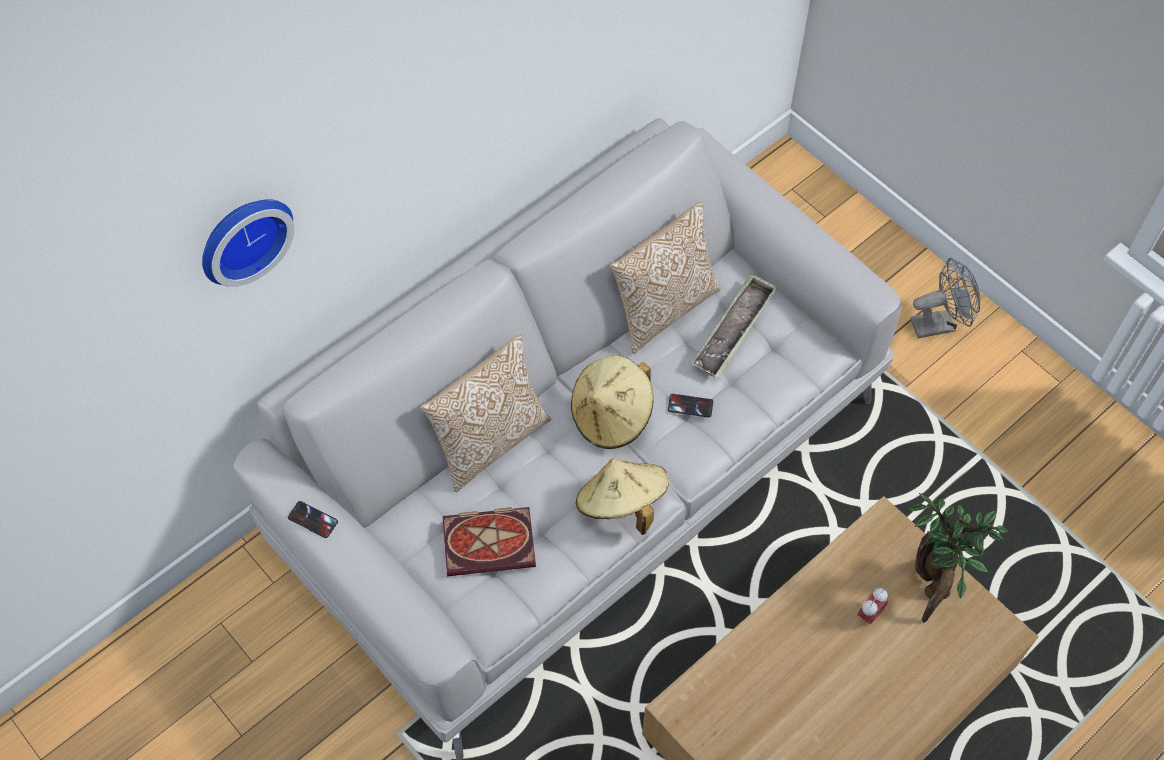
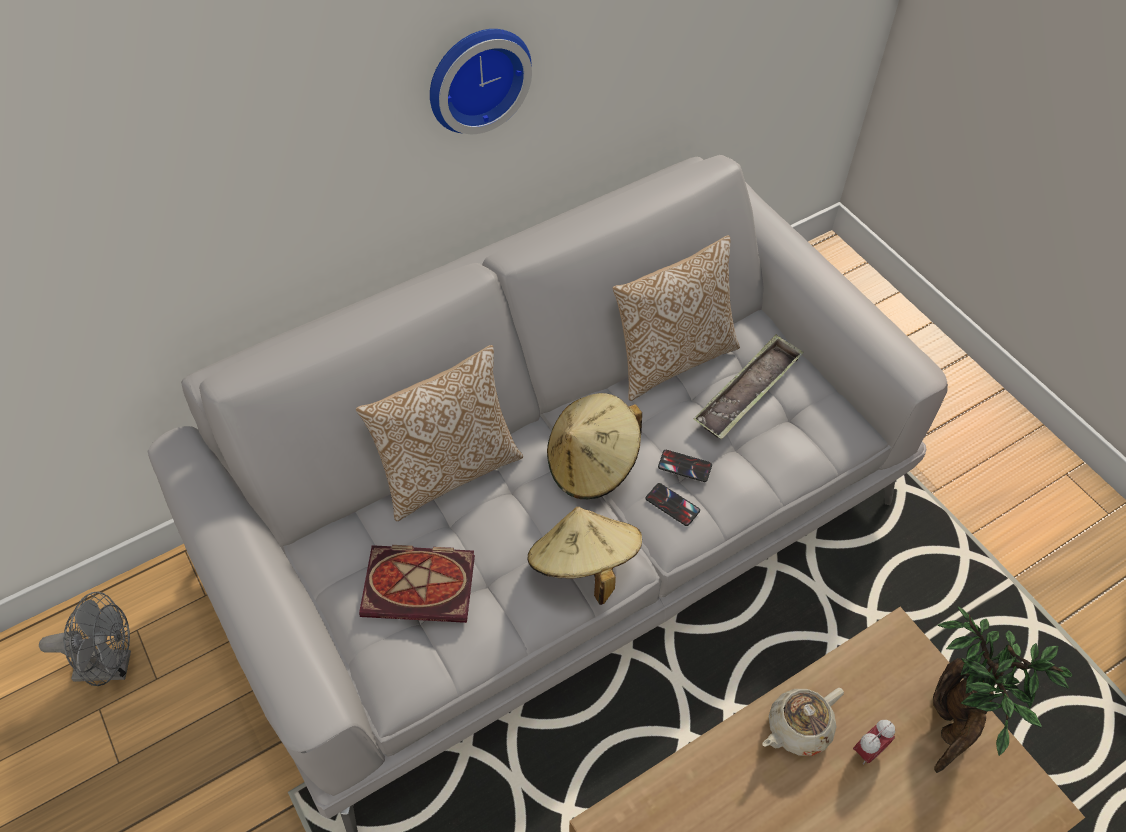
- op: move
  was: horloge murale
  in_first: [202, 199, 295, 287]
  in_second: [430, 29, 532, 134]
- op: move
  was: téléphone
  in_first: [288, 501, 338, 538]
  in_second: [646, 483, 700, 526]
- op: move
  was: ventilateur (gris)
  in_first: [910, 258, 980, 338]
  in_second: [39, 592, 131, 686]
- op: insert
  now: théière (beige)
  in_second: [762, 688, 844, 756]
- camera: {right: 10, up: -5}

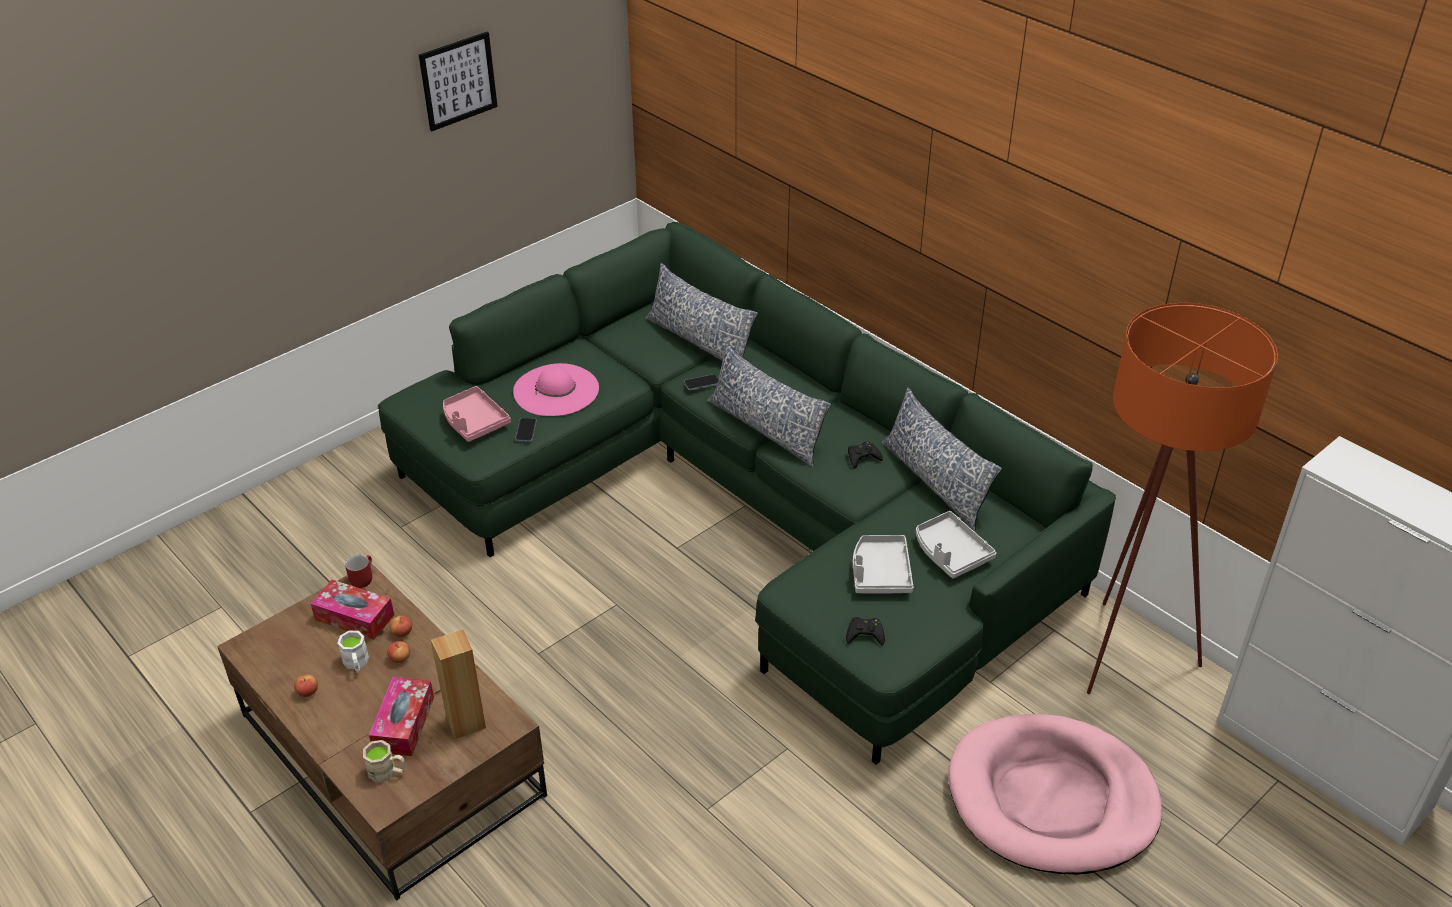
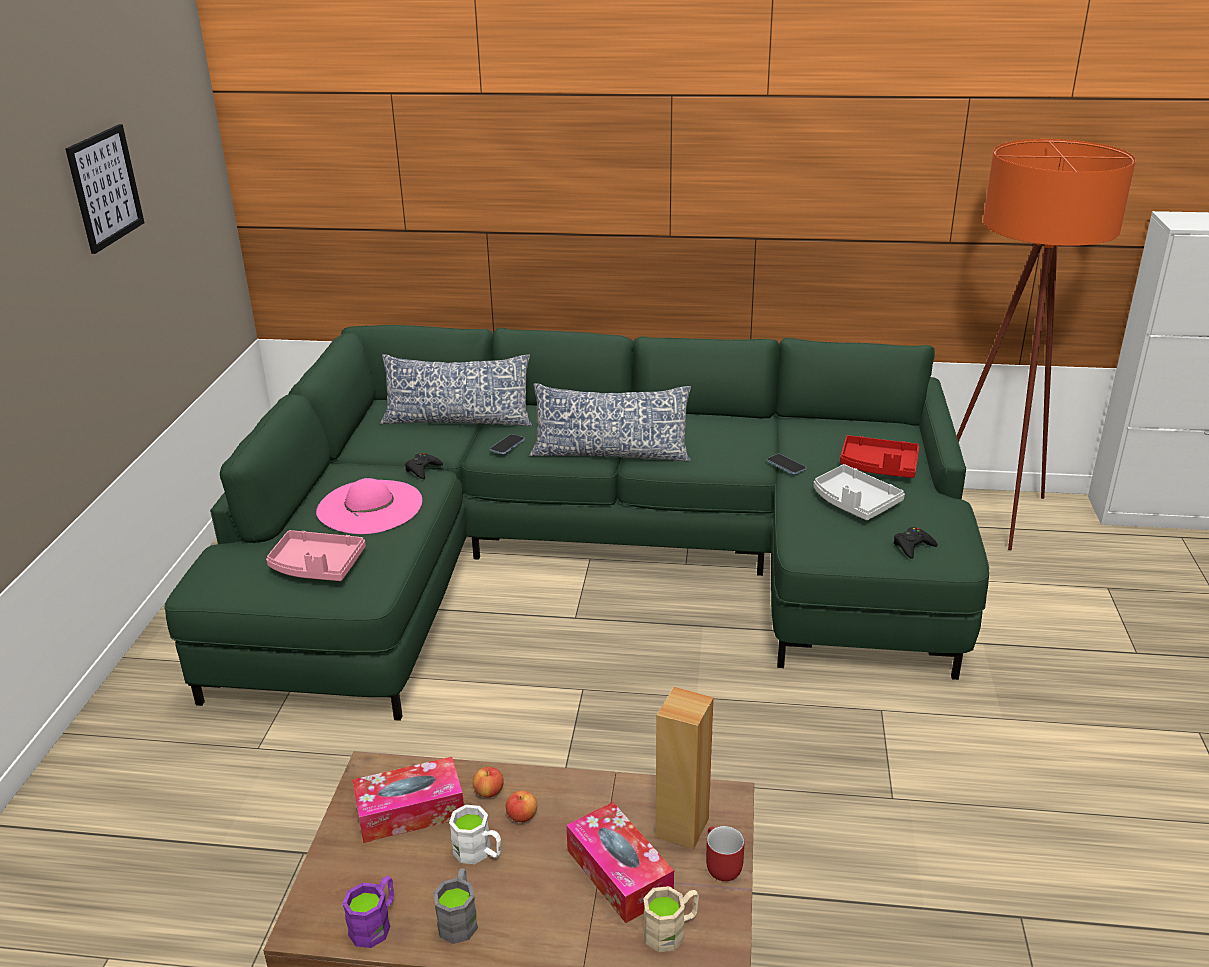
- op: replace
  was: pomme
  now: mug (gris)
  in_first: [294, 674, 318, 697]
  in_second: [433, 868, 478, 944]
- op: move
  was: mug (rouge)
  in_first: [345, 555, 372, 588]
  in_second: [706, 826, 745, 881]
- op: move
  was: téléphone
  in_first: [515, 418, 537, 442]
  in_second: [767, 454, 806, 475]
- op: move
  was: manette (noir)
  in_first: [848, 442, 883, 468]
  in_second: [405, 453, 443, 479]
- op: delete
  was: coussin
  in_first: [882, 387, 1002, 531]
- op: recolor
  was: plateau (gris)
  now: plateau (rouge)
  in_first: [916, 511, 996, 579]
  in_second: [840, 435, 919, 478]
- op: delete
  was: panier pour chien (rose)
  in_first: [949, 714, 1162, 875]
- op: insert
  now: mug (violet)
  in_second: [342, 876, 394, 948]
- camera: {right: -40, up: -10}

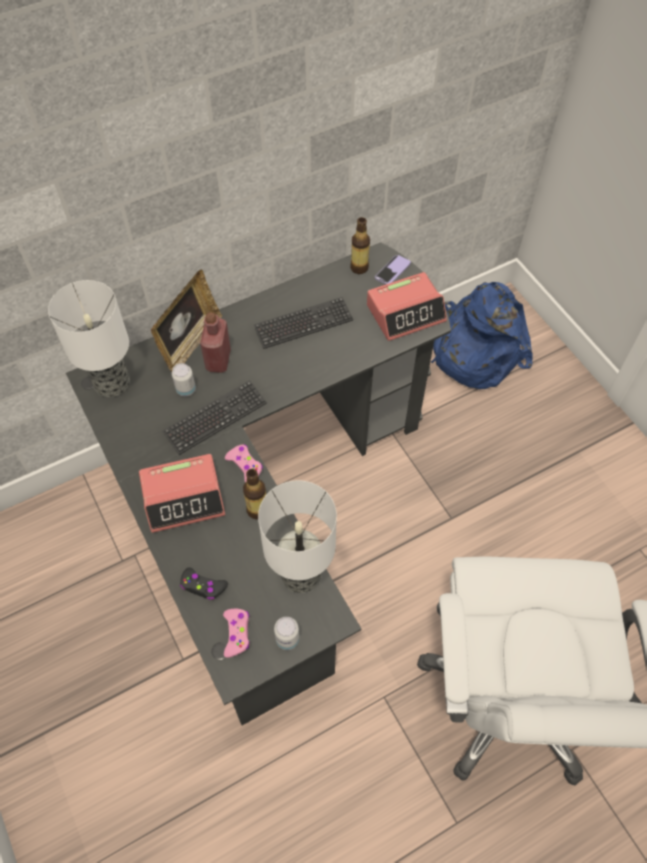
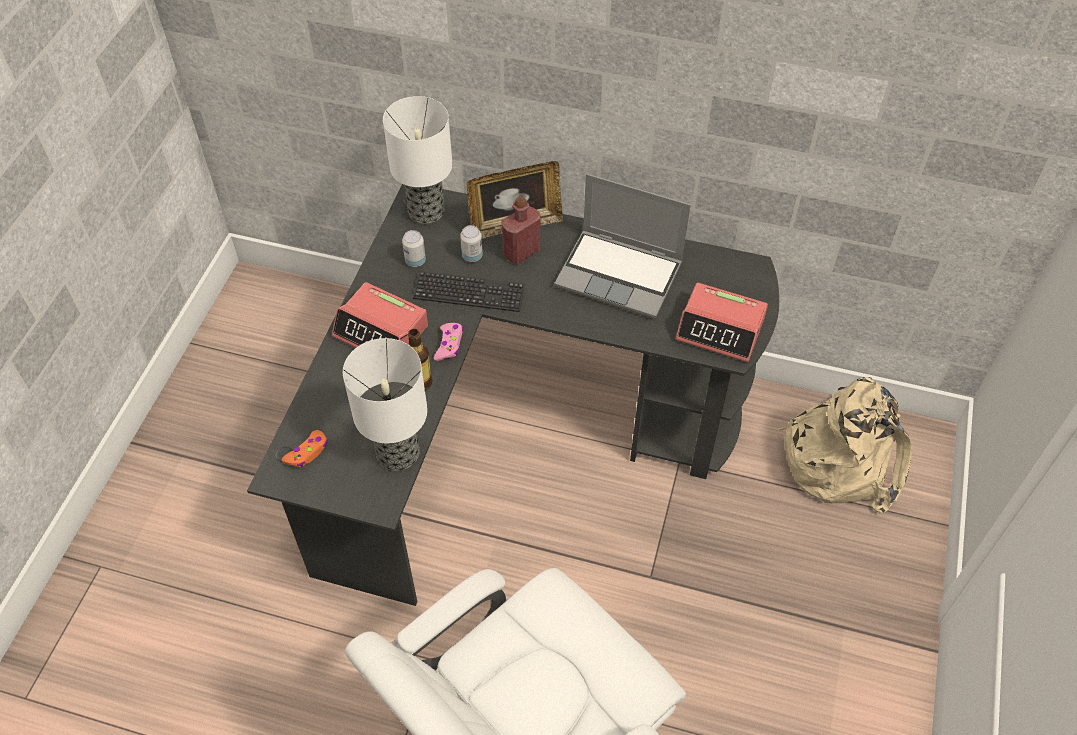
- op: delete
  was: manette (noir)
  in_first: [180, 567, 228, 600]
- op: recolor
  was: manette (rose)
  now: manette (orange)
  in_first: [223, 609, 250, 658]
  in_second: [282, 430, 328, 467]
- op: replace
  was: clavier
  now: ordinateur portable
  in_first: [254, 297, 353, 349]
  in_second: [554, 174, 691, 319]
- op: move
  was: boîte métallique
  in_first: [274, 617, 299, 650]
  in_second: [402, 230, 426, 267]
- op: delete
  was: bouteille
  in_first: [350, 217, 370, 274]
- op: delete
  was: téléphone
  in_first: [375, 255, 411, 284]
- op: recolor
  was: sac à dos (bleu)
  now: sac à dos (beige)
  in_first: [431, 282, 533, 389]
  in_second: [779, 377, 912, 514]
- camera: {right: 45, up: -5}

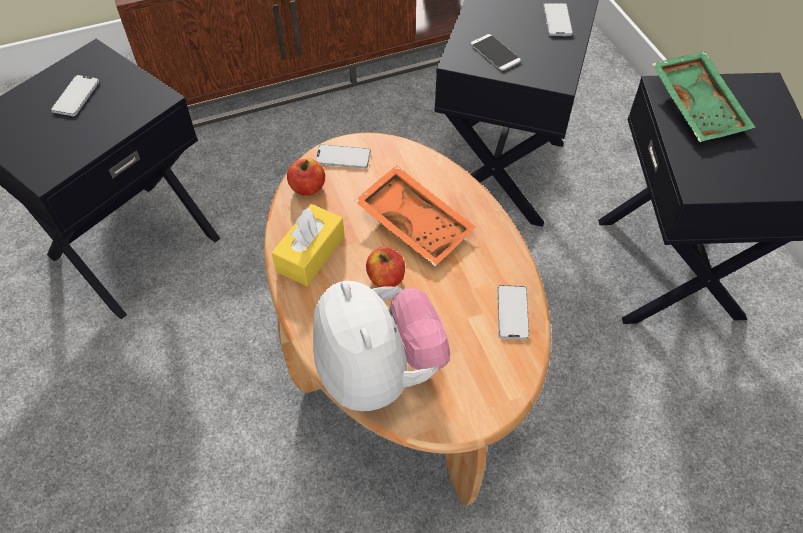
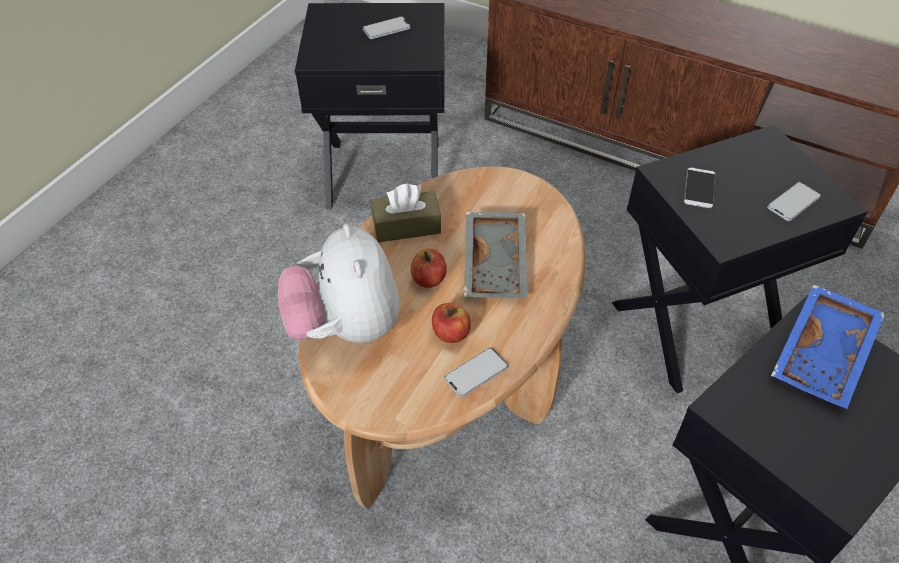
- op: recolor
  was: boîte à mouchoirs (jaune)
  now: boîte à mouchoirs (marron)
  in_first: [272, 204, 345, 286]
  in_second: [371, 184, 441, 242]
- op: move
  was: pomme
  in_first: [287, 159, 325, 196]
  in_second: [432, 303, 471, 343]
- op: rotate
  was: peluche
  in_first: [313, 281, 450, 411]
  in_second: [278, 224, 399, 343]
  clockwise: 135
- op: delete
  was: téléphone
  in_first: [316, 144, 371, 169]
- op: recolor
  was: plateau (orange)
  now: plateau (gris)
  in_first: [354, 165, 476, 266]
  in_second: [464, 212, 528, 298]
- op: recolor
  was: plateau (vert)
  now: plateau (bleu)
  in_first: [652, 51, 756, 142]
  in_second: [771, 284, 886, 409]
- camera: {right: 50, up: -5}

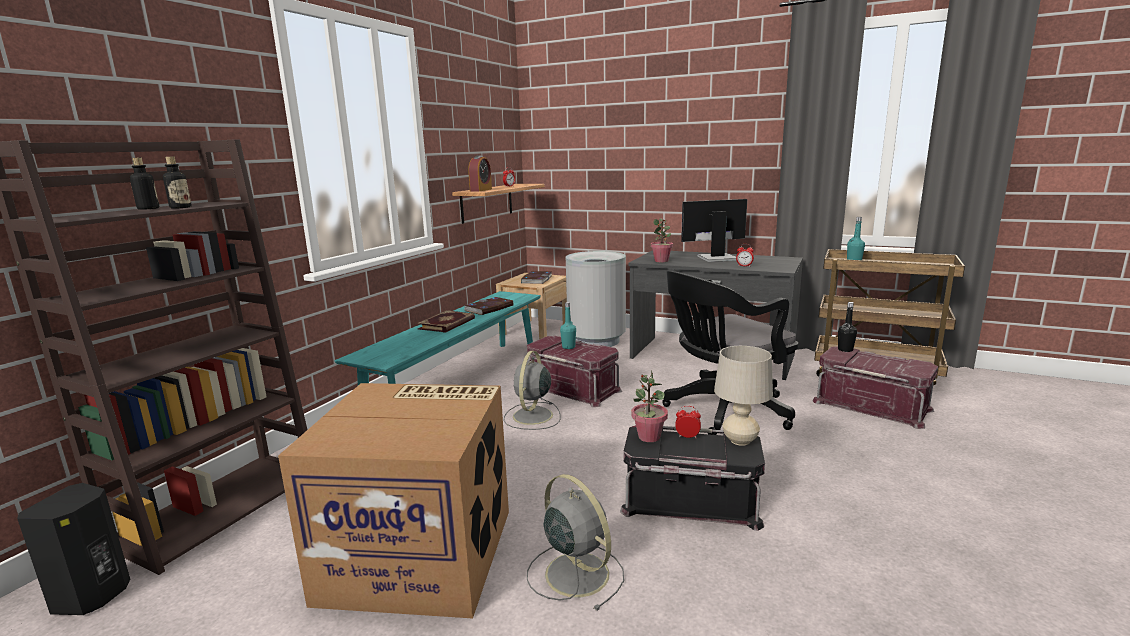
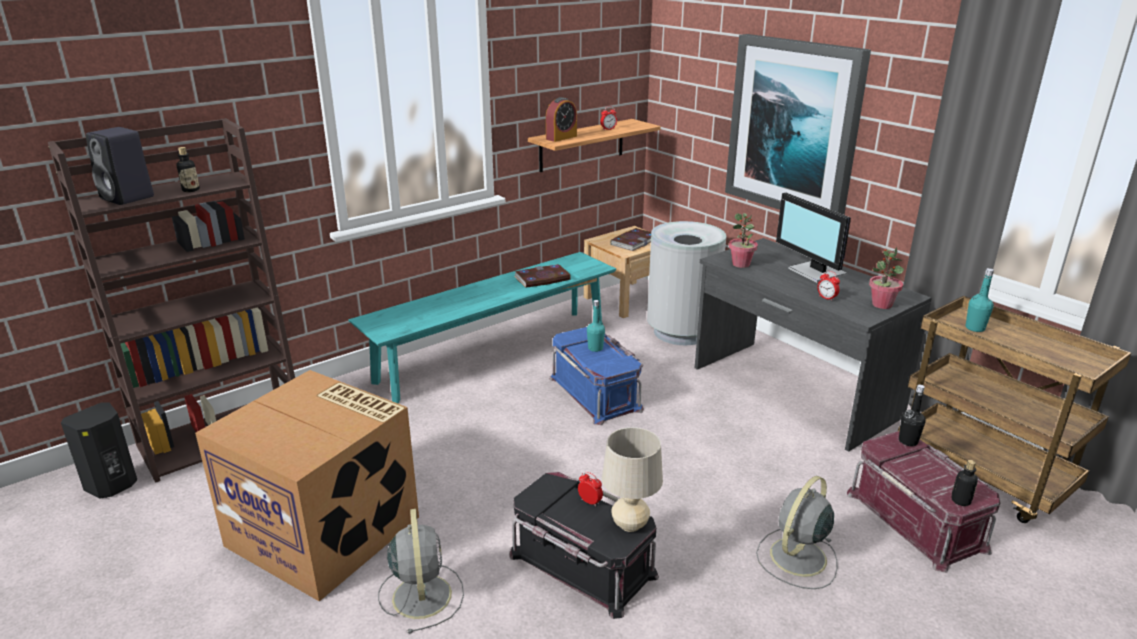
- op: move
  was: bouteille
  in_first: [130, 158, 159, 210]
  in_second: [951, 460, 978, 506]
- op: delete
  was: livre
  in_first: [417, 310, 475, 333]
- op: move
  was: ventilateur (gris)
  in_first: [503, 351, 561, 430]
  in_second: [756, 476, 837, 589]
- op: recolor
  was: boîte de rangement (rouge)
  now: boîte de rangement (bleu)
  in_first: [527, 336, 622, 407]
  in_second: [549, 327, 644, 425]
- op: move
  was: plante en pot
  in_first: [631, 370, 668, 442]
  in_second: [869, 247, 904, 309]
- op: delete
  was: chaise de bureau (noir)
  in_first: [662, 271, 798, 435]
- op: rotate
  was: écran d'ordinateur
  in_first: [681, 199, 747, 262]
  in_second: [776, 193, 851, 283]
  clockwise: -135
- op: insert
  now: enceinte (noir)
  in_second: [86, 127, 154, 205]
- op: insert
  now: tableau
  in_second: [725, 34, 871, 215]
- camera: {right: 25, up: 10}

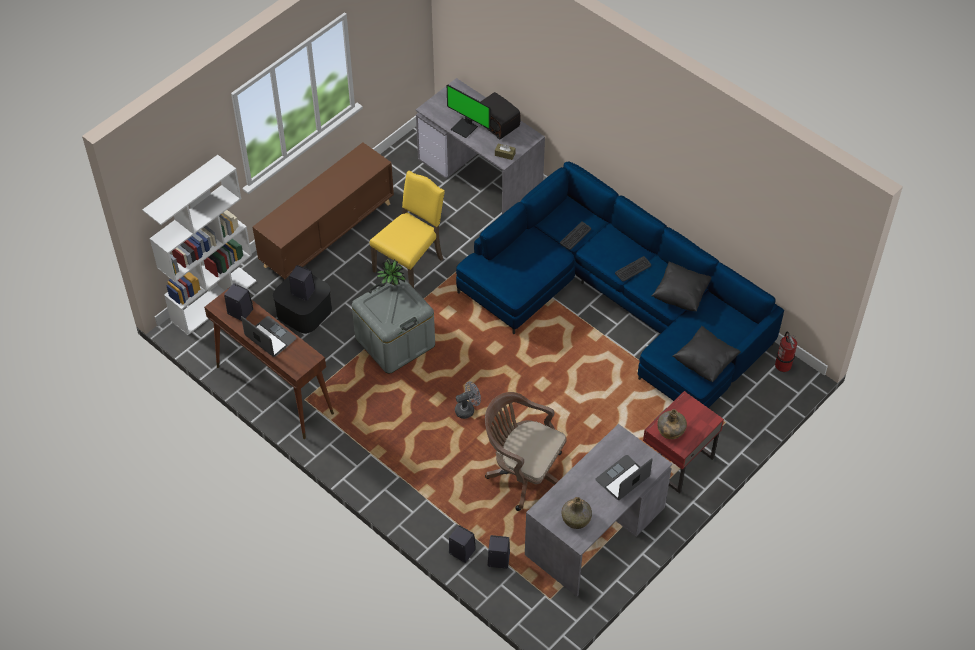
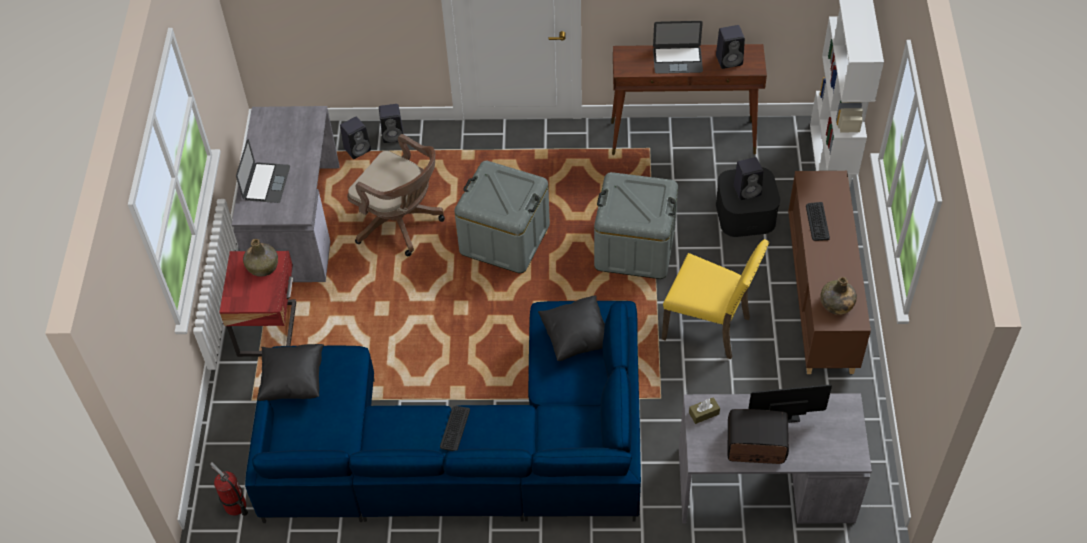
- op: rotate
  was: chaise (jaune)
  in_first: [370, 170, 445, 288]
  in_second: [662, 239, 769, 359]
  clockwise: -60
- op: delete
  was: plante en pot
  in_first: [377, 259, 405, 286]
- op: replace
  was: ventilateur (gris)
  now: boîte de rangement (gris)
  in_first: [455, 381, 481, 419]
  in_second: [454, 161, 550, 273]
- op: rotate
  was: chaise de bureau (marron)
  in_first: [485, 392, 567, 511]
  in_second: [347, 134, 445, 256]
  clockwise: 45
- op: move
  was: clavier
  in_first: [560, 221, 591, 250]
  in_second: [806, 202, 830, 241]
- op: move
  was: bouteille (vert)
  in_first: [561, 497, 592, 529]
  in_second: [820, 277, 857, 315]
- op: move
  was: coussin (noir)
  in_first: [651, 262, 711, 312]
  in_second: [538, 295, 605, 361]
- camera: {right: 140, up: 0}

